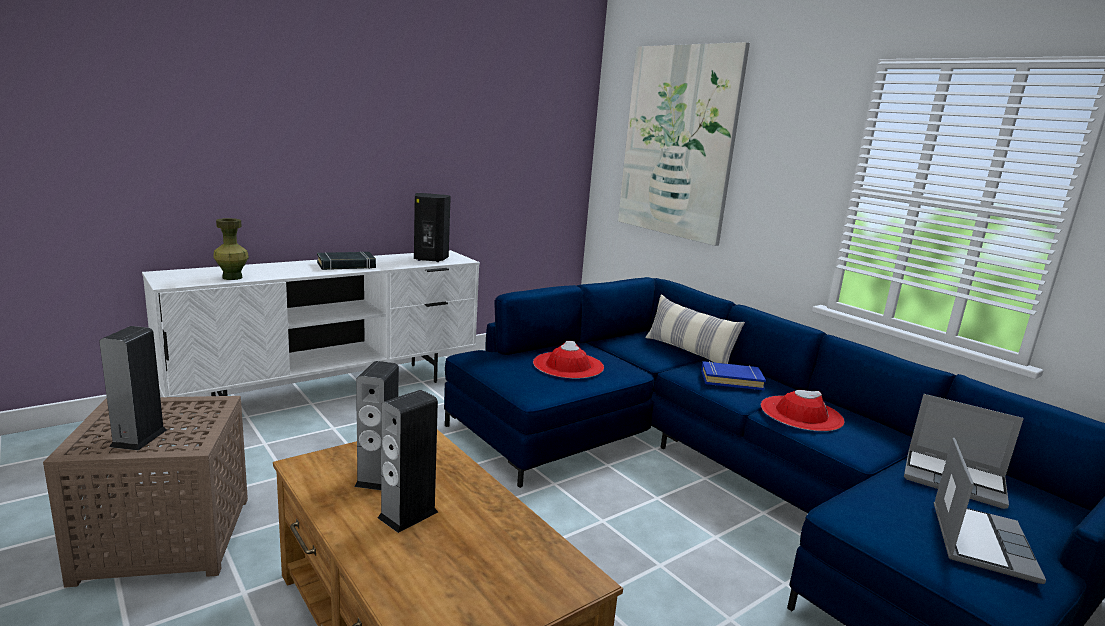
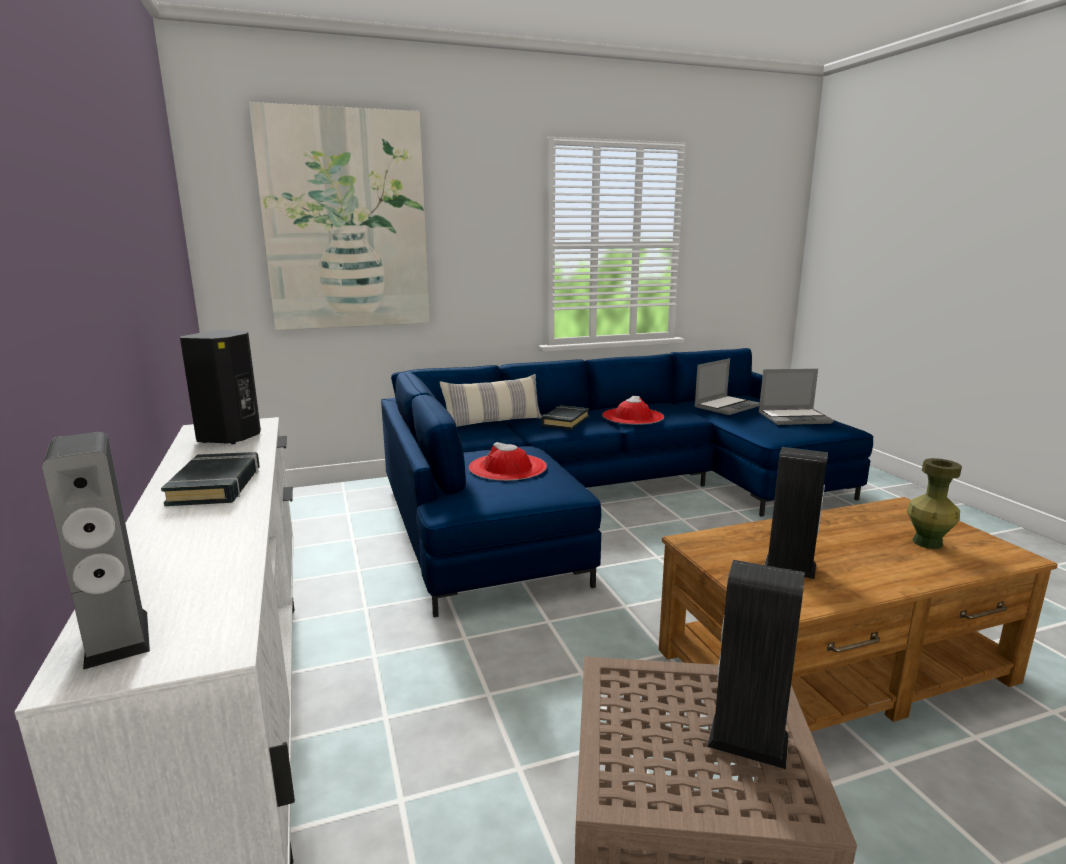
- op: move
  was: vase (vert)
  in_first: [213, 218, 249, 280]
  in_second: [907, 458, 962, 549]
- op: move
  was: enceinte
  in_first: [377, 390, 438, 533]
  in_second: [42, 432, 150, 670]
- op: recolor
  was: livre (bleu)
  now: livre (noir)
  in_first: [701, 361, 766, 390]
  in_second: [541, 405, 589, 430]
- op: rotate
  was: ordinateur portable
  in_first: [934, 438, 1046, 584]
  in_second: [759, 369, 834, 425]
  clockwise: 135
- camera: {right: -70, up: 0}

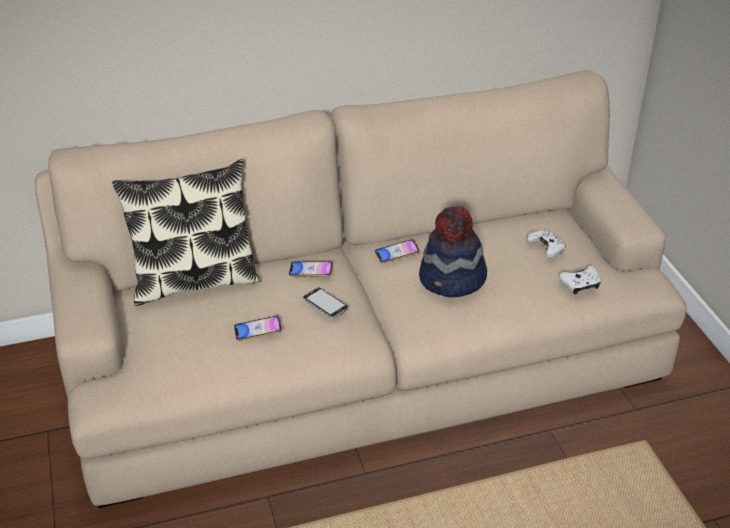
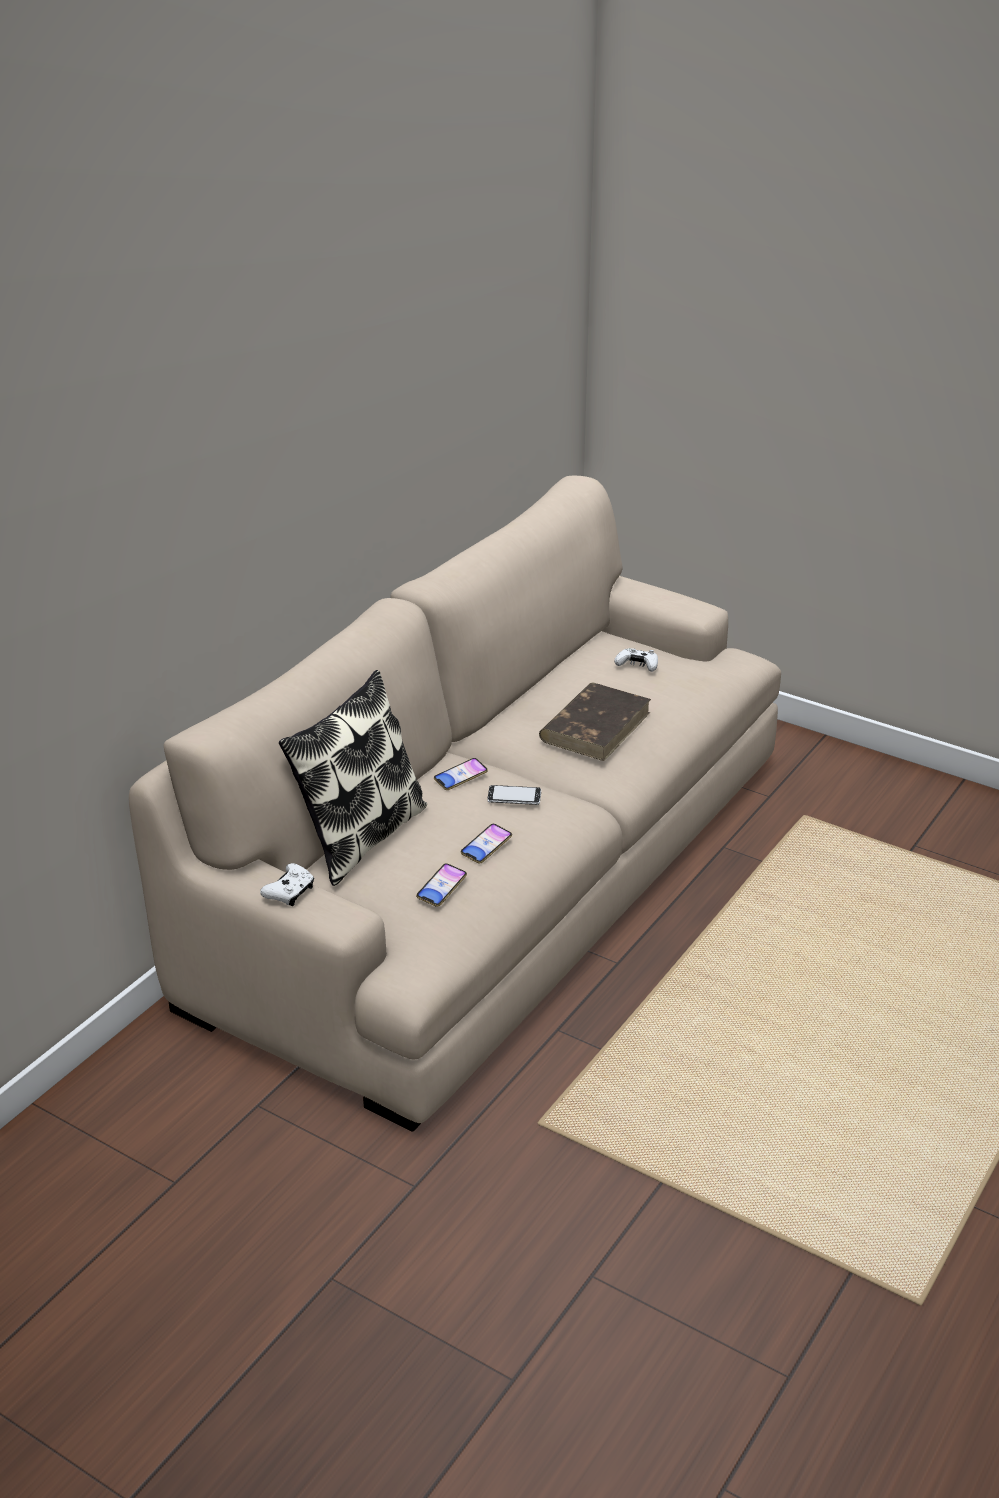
- op: move
  was: téléphone
  in_first: [375, 239, 420, 263]
  in_second: [416, 863, 467, 907]
- op: replace
  was: chapeau
  now: livre (marron)
  in_first: [419, 206, 487, 298]
  in_second: [539, 683, 651, 761]
- op: move
  was: manette (blanc)
  in_first: [558, 266, 601, 294]
  in_second: [260, 863, 314, 906]
- camera: {right: -40, up: -5}

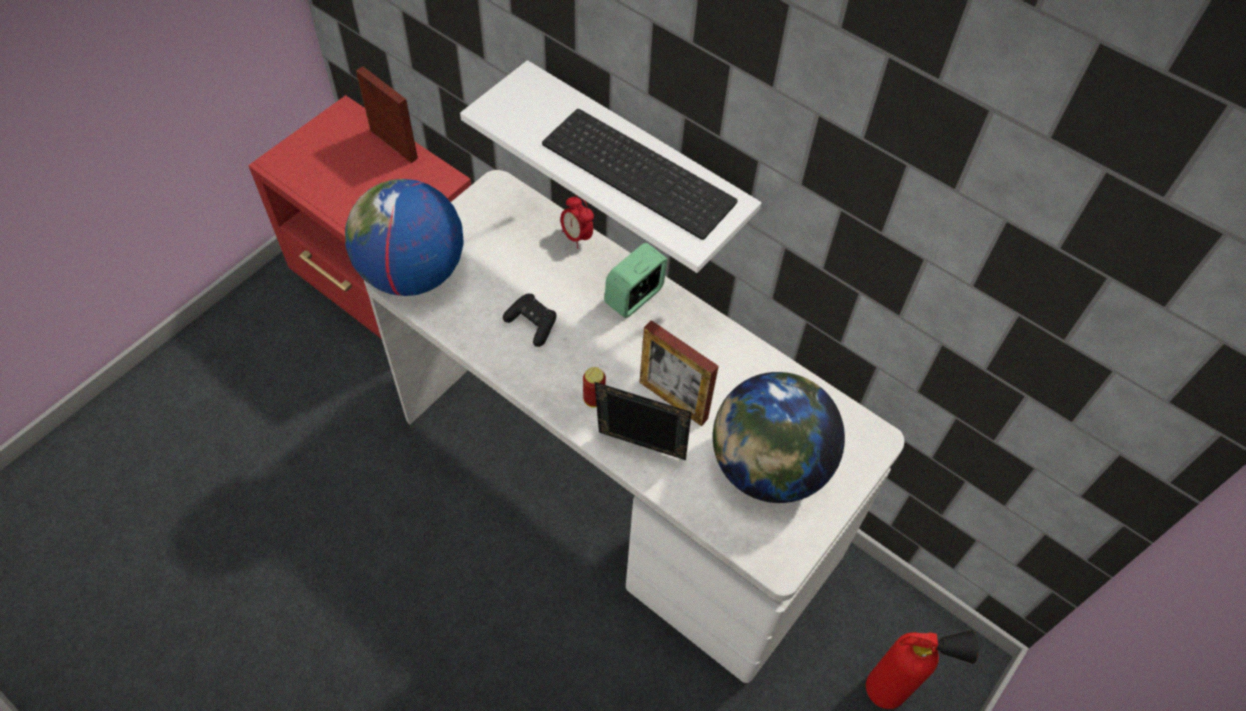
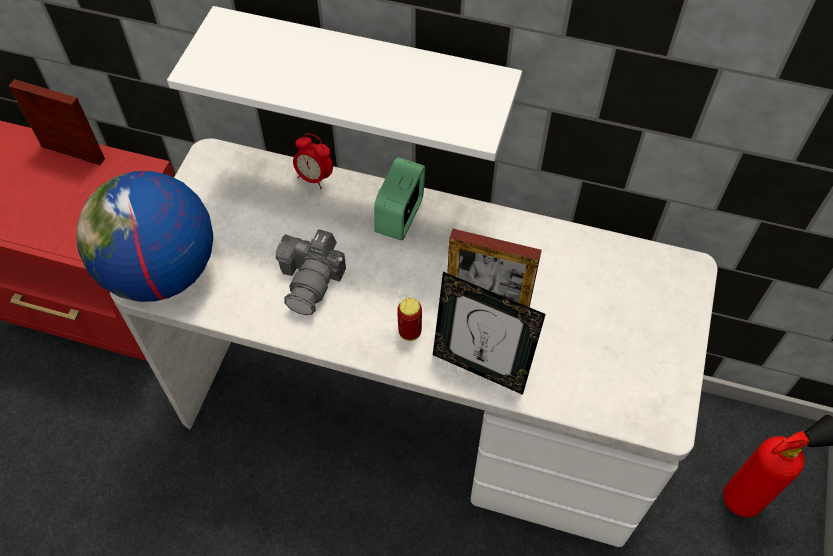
- op: replace
  was: manette (noir)
  now: appareil photo
  in_first: [503, 294, 557, 347]
  in_second: [276, 229, 346, 316]
- op: delete
  was: clavier
  in_first: [542, 109, 738, 240]
- op: rotate
  was: cadre photo
  in_first: [594, 382, 692, 460]
  in_second: [433, 272, 546, 395]
  clockwise: -150
- op: delete
  was: globe
  in_first: [713, 372, 845, 503]
- camera: {right: -20, up: 0}

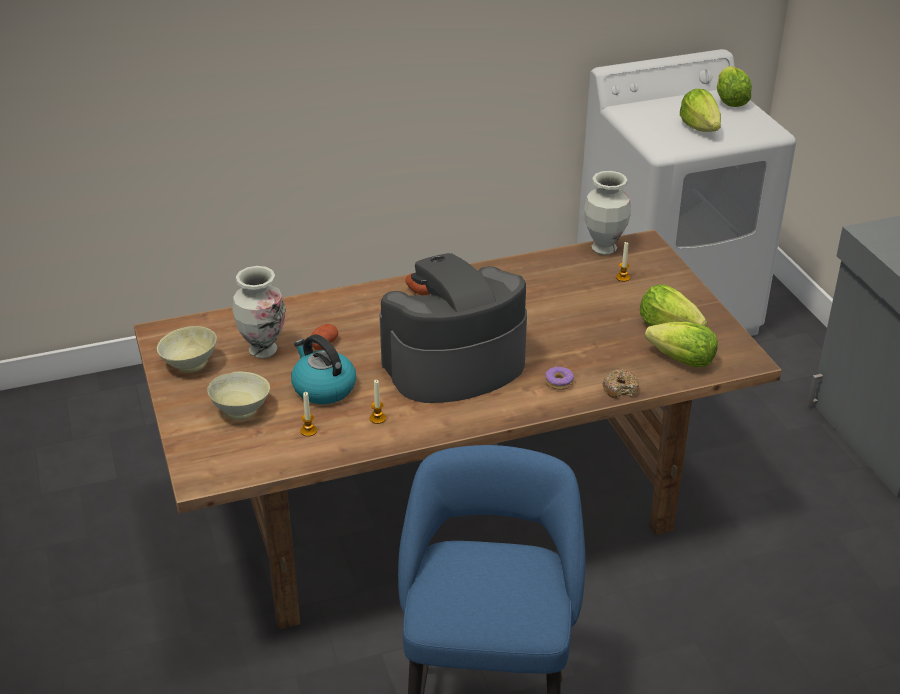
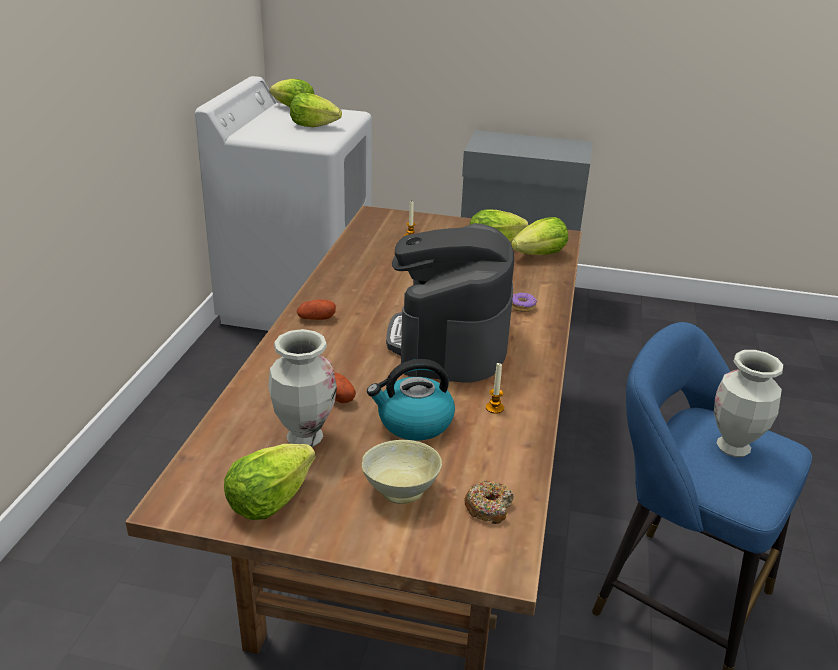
- op: replace
  was: bol (beige)
  now: laitue
  in_first: [157, 326, 217, 373]
  in_second: [224, 444, 315, 520]
- op: delete
  was: bougie
  in_first: [300, 392, 317, 437]
- op: move
  was: vase
  in_first: [584, 171, 631, 255]
  in_second: [714, 350, 783, 457]
- op: move
  was: beignet
  in_first: [603, 370, 639, 399]
  in_second: [464, 481, 514, 524]
- camera: {right: -60, up: -5}

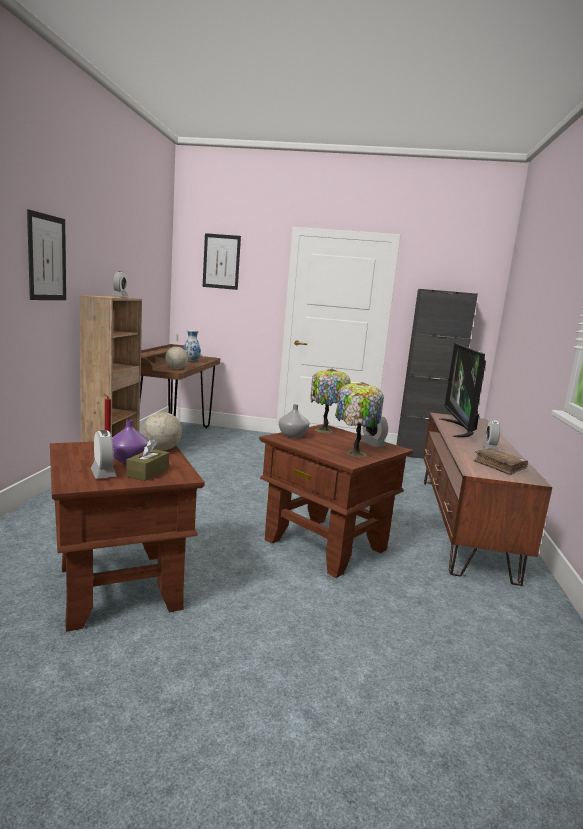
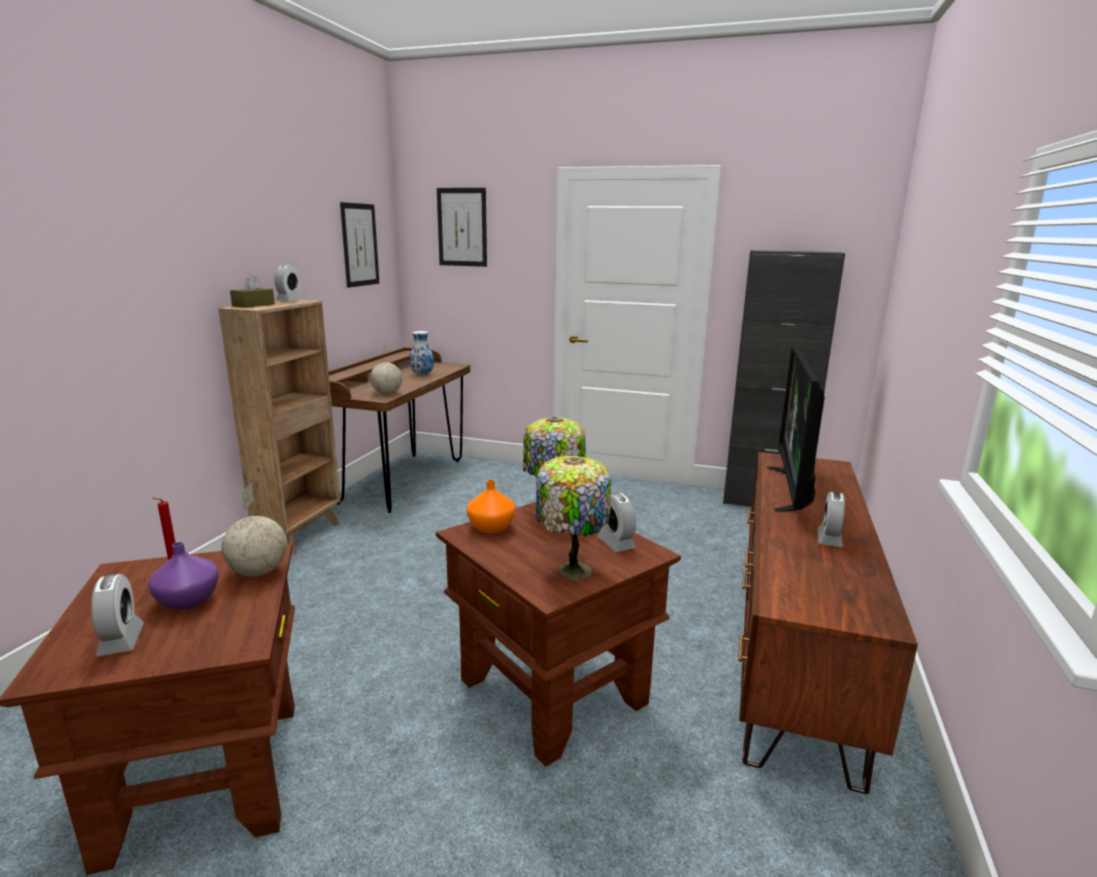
- op: move
  was: tableau
  in_first: [27, 209, 66, 300]
  in_second: [340, 202, 379, 288]
- op: move
  was: boîte à mouchoirs (marron)
  in_first: [126, 439, 169, 481]
  in_second: [230, 274, 275, 308]
- op: recolor
  was: vase (gris)
  now: vase (orange)
  in_first: [279, 404, 309, 438]
  in_second: [467, 480, 515, 533]
- op: delete
  was: livre (marron)
  in_first: [473, 448, 528, 475]
- camera: {right: 10, up: 5}

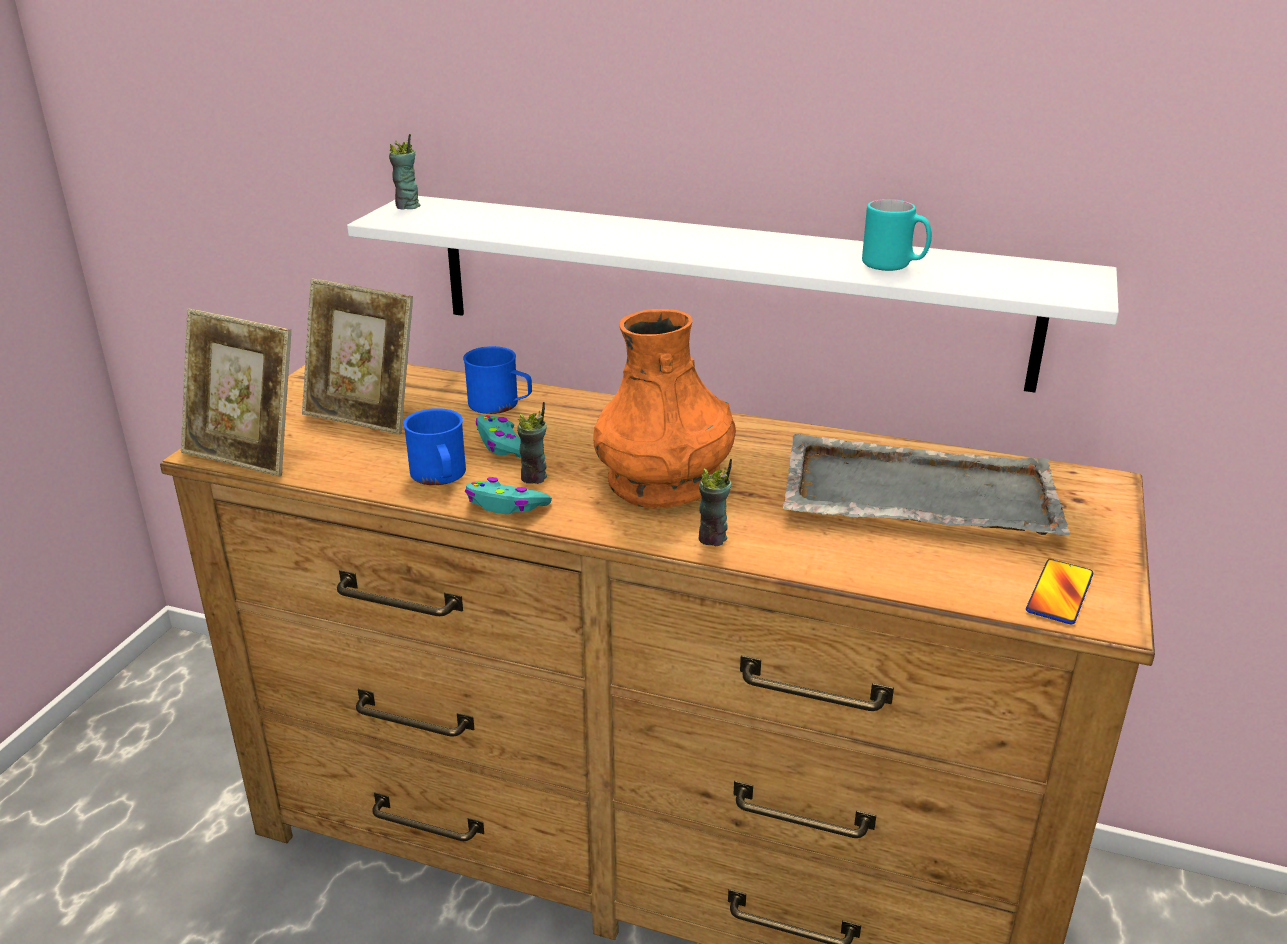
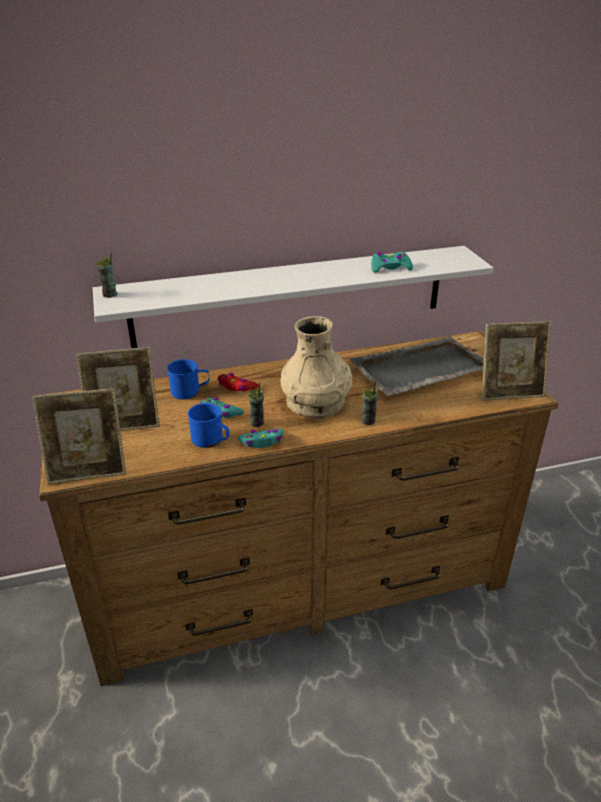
- op: recolor
  was: vase (orange)
  now: vase (beige)
  in_first: [593, 309, 736, 509]
  in_second: [281, 316, 352, 419]
- op: replace
  was: mug (turquoise)
  now: manette (turquoise)
  in_first: [862, 199, 932, 271]
  in_second: [371, 252, 413, 273]
- op: replace
  was: téléphone
  now: cadre photo
  in_first: [1026, 559, 1093, 624]
  in_second: [482, 321, 551, 401]
- op: insert
  now: manette (rouge)
  in_second: [217, 373, 258, 392]
- camera: {right: -35, up: 5}

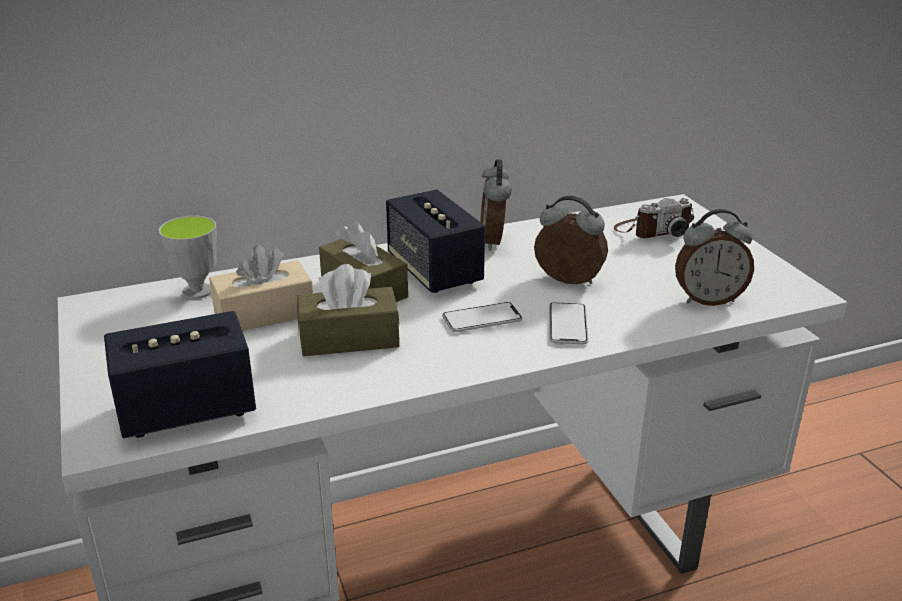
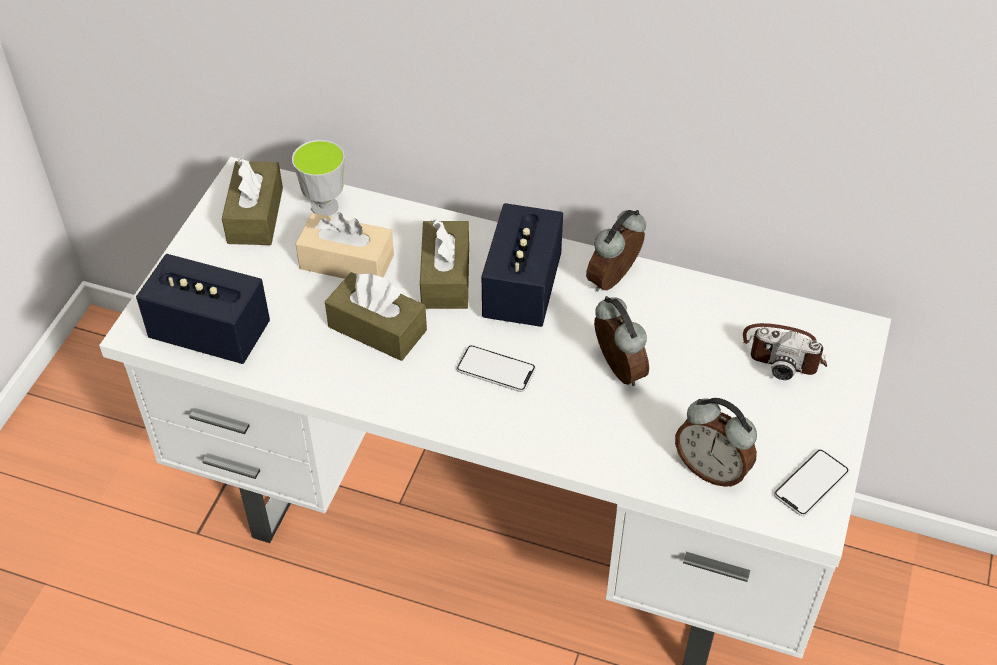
- op: move
  was: téléphone
  in_first: [549, 302, 588, 344]
  in_second: [774, 450, 849, 516]
- op: insert
  now: boîte à mouchoirs (marron)
  in_second: [222, 159, 283, 245]
- camera: {right: 40, up: 20}

